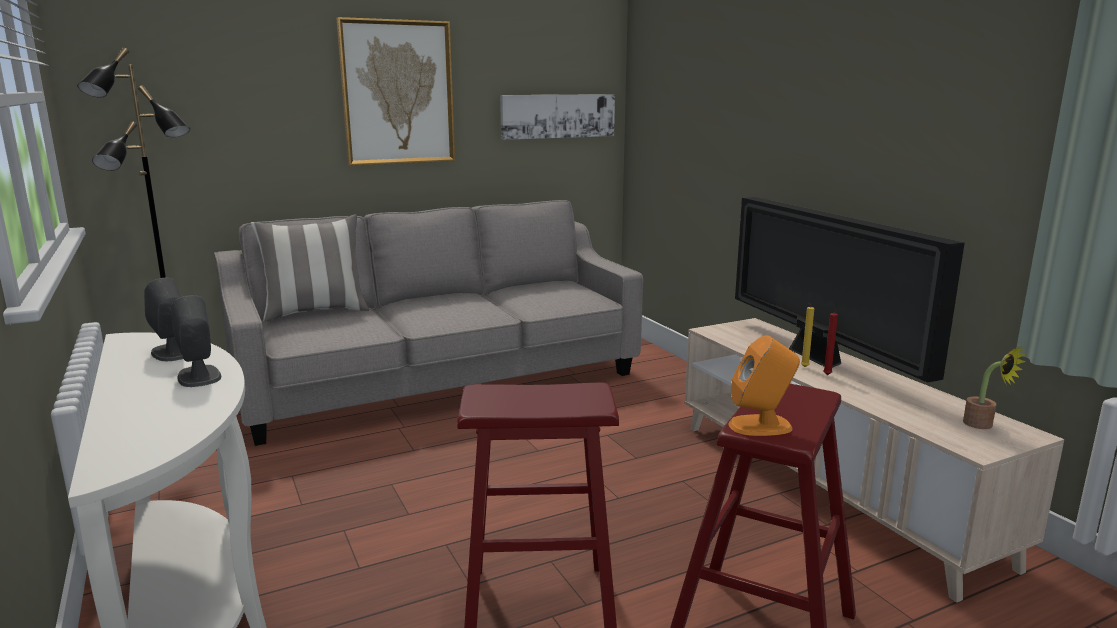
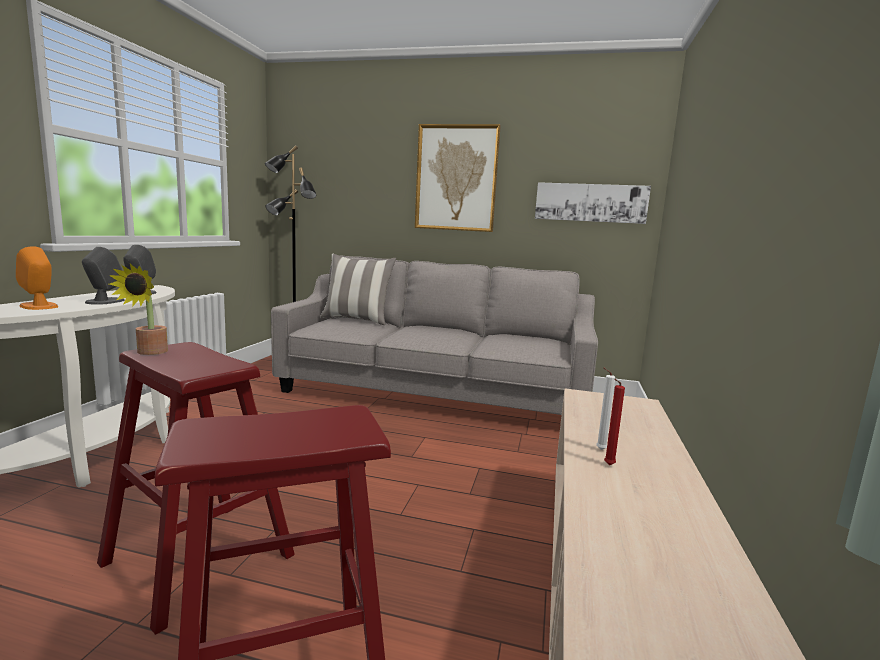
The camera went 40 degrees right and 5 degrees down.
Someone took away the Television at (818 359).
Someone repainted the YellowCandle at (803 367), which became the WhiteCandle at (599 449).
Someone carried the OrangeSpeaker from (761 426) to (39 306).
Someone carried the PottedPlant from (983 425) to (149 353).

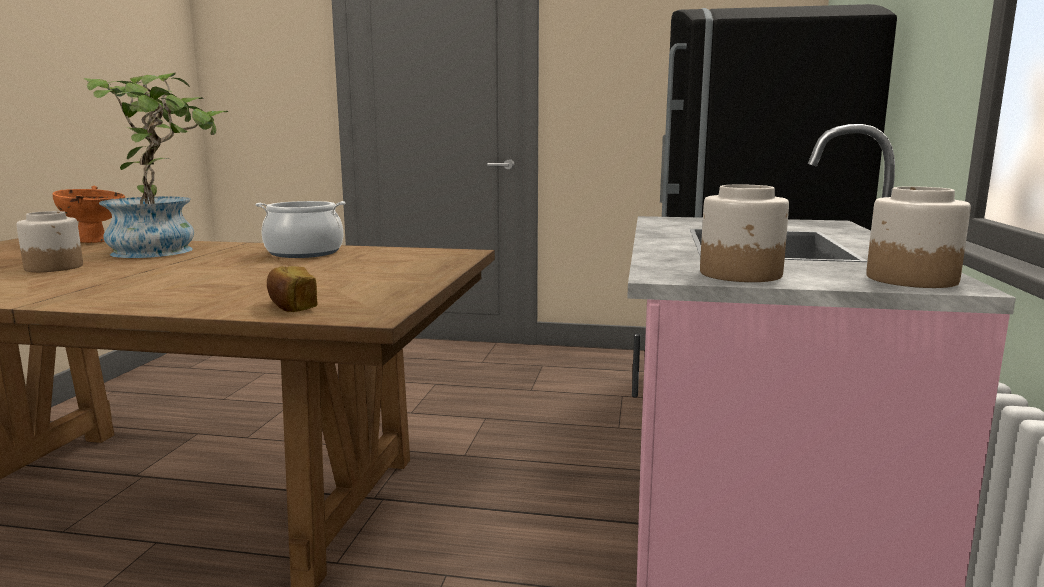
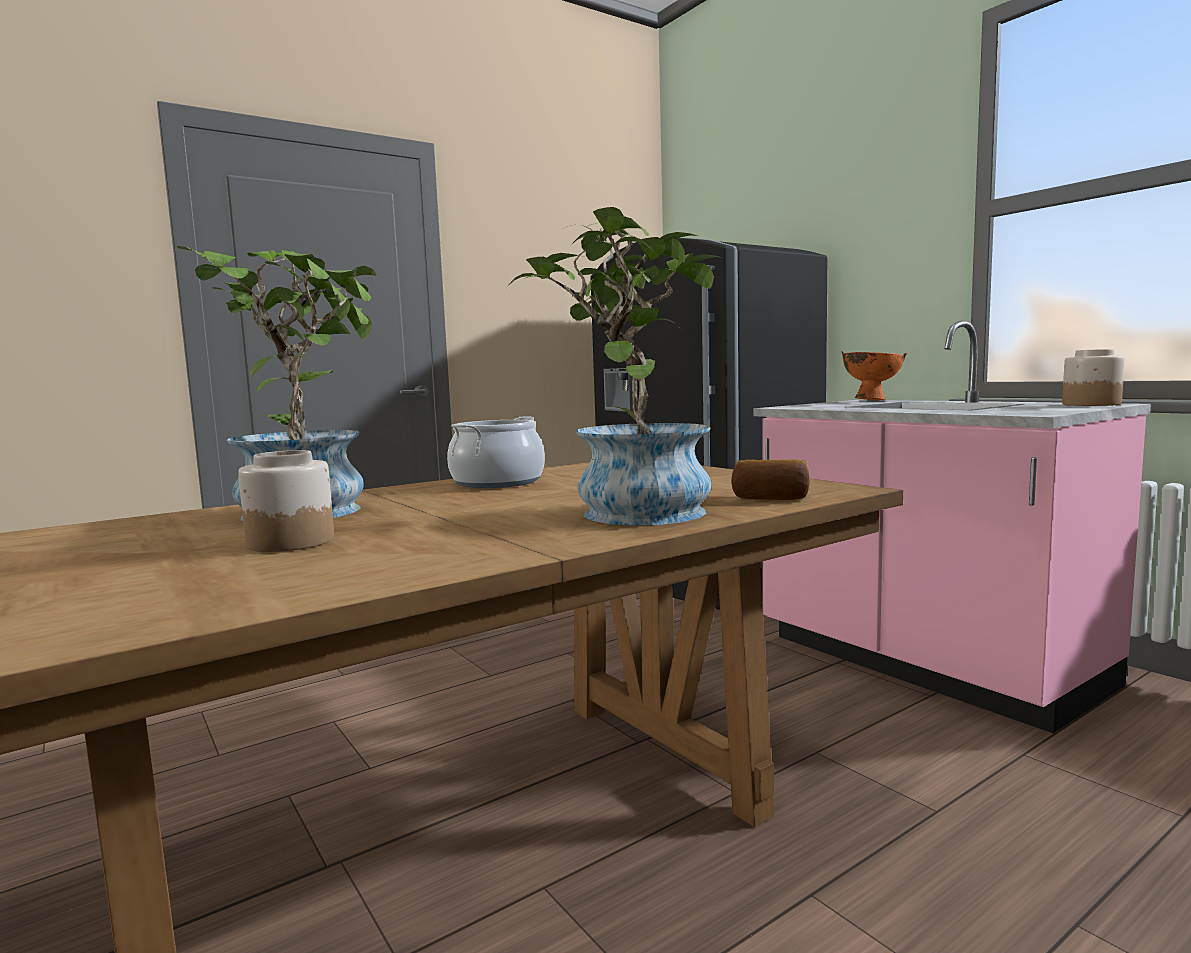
The camera went 45 degrees left and 5 degrees down.
Someone took away the Jar at (741 274).
Someone carried the OrangeBowl from (95 241) to (871 400).
Someone put down the PottedPlant at (630 510).

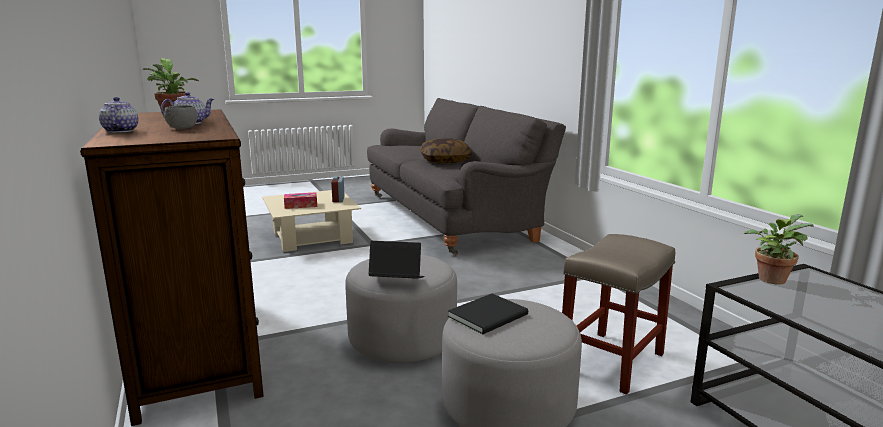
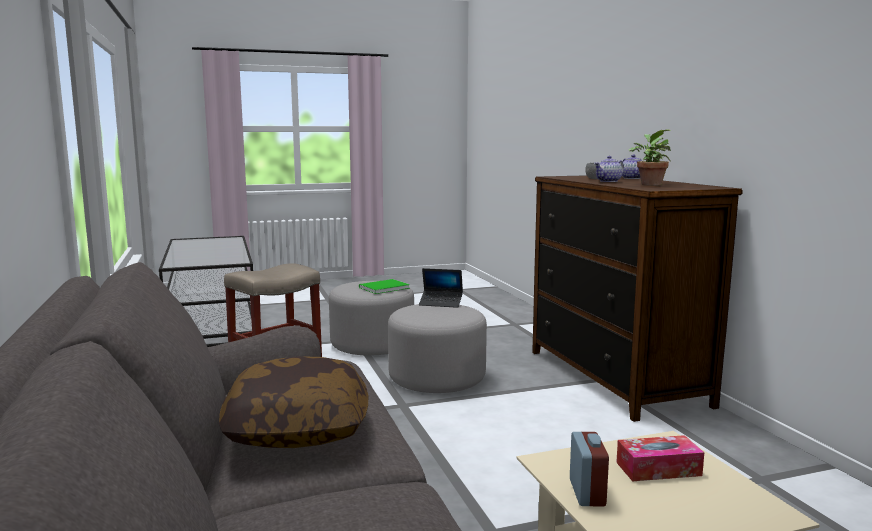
The camera went 175 degrees left and 5 degrees down.
Someone took away the PottedPlant at (772 278).
Someone repainted the BlackBook at (490 315), which became the GreenBook at (382 288).

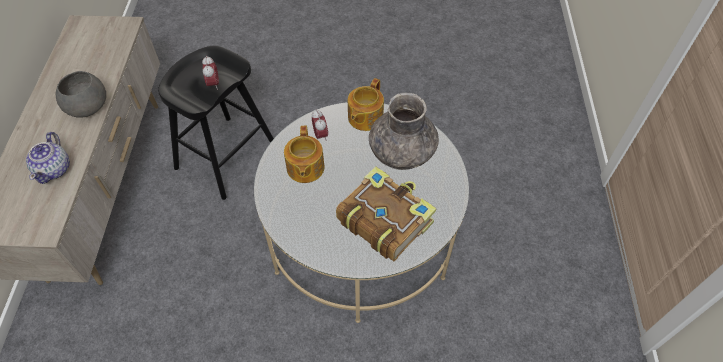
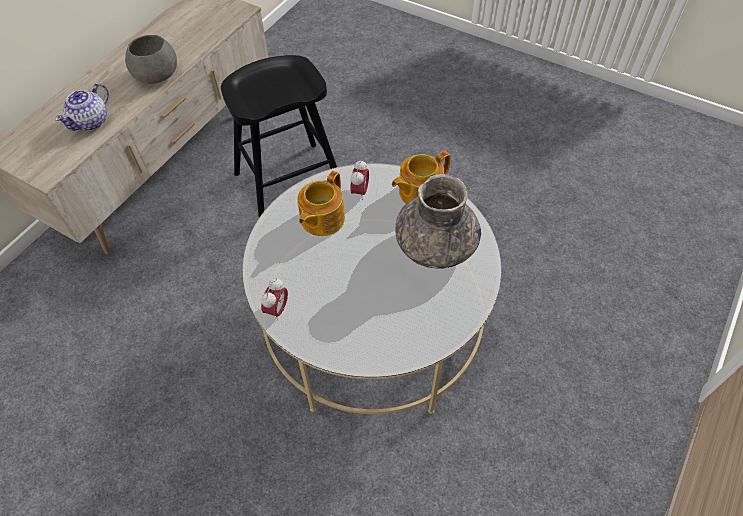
The camera went 30 degrees right and 0 degrees up.
Someone carried the AlarmClock from (213 84) to (277 309).
Someone took away the Book at (384 220).

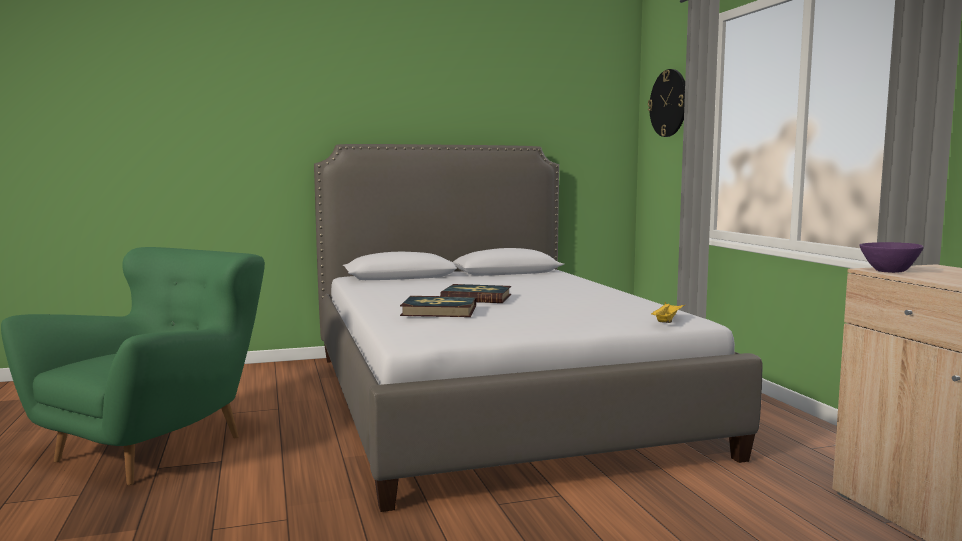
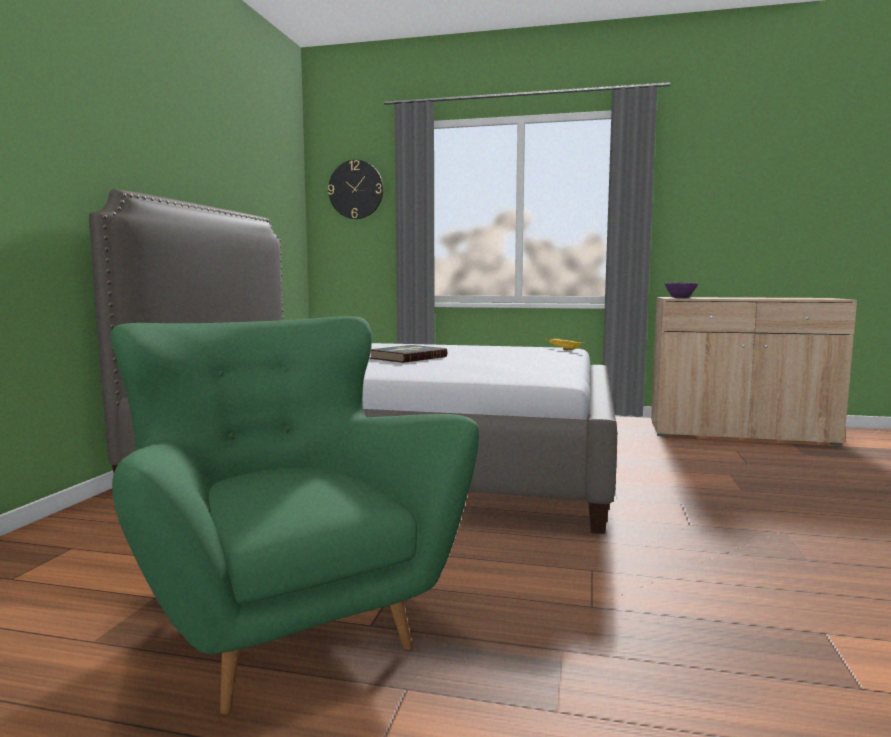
The camera went 60 degrees left and 0 degrees up.
Someone took away the Book at (439 311).

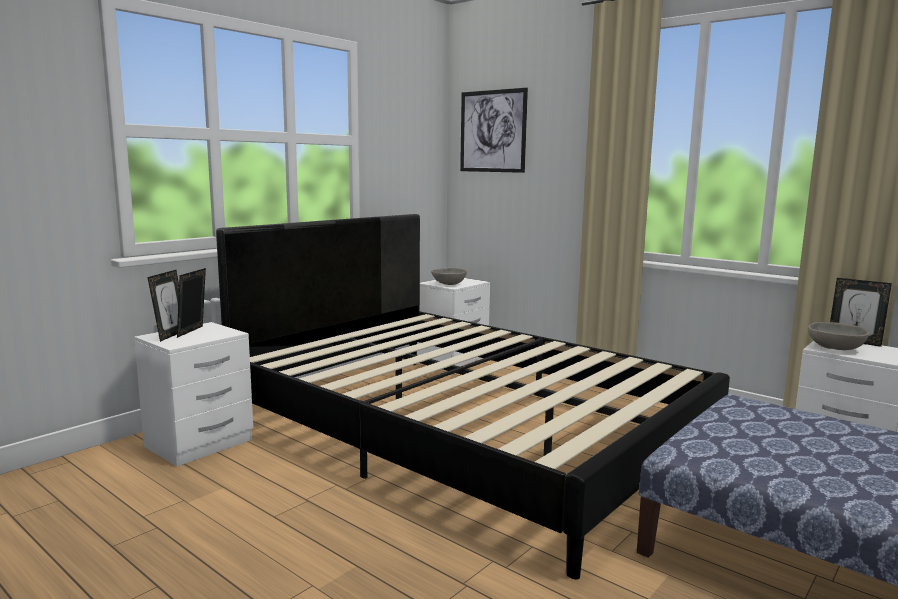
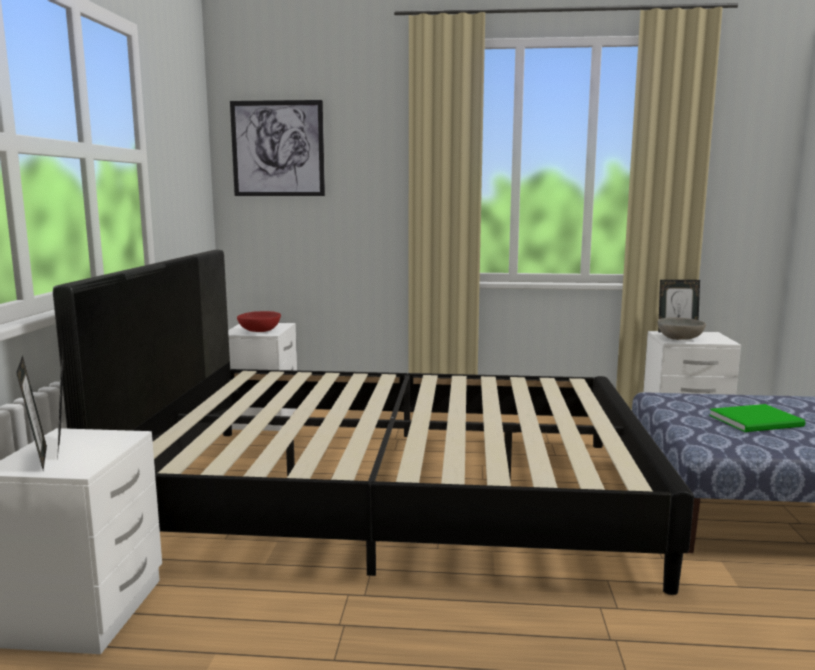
The camera went 35 degrees left and 0 degrees up.
Someone repainted the GreyBowl at (448 284), which became the RedBowl at (259 331).
Someone put down the GreenBook at (759 421).

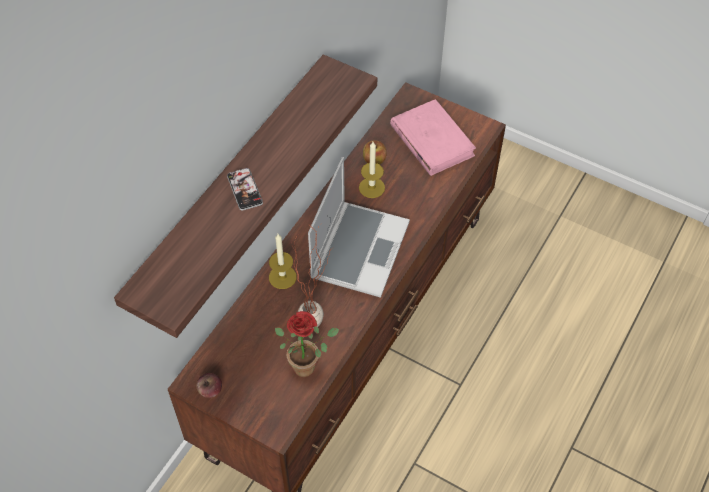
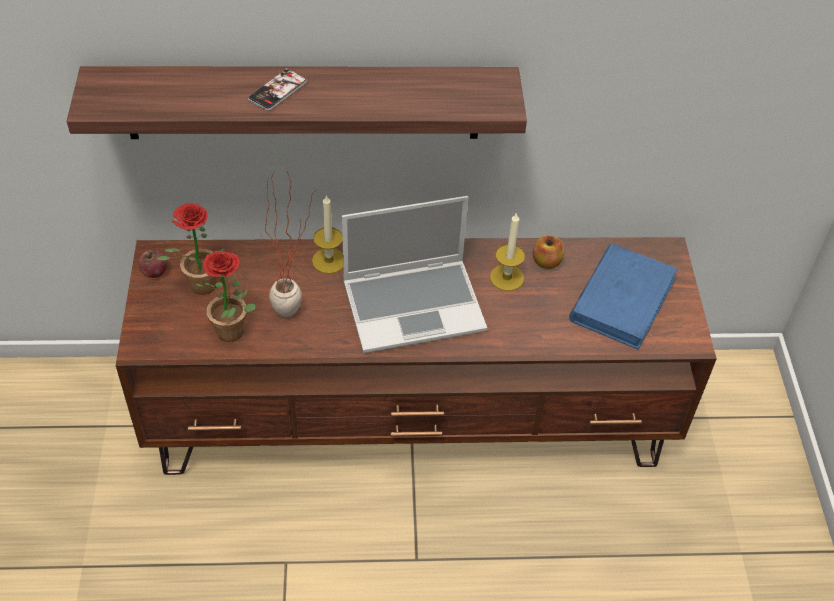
The camera went 55 degrees right and 5 degrees down.
Someone repainted the PinkBook at (431 140), which became the BlueBook at (622 299).
Someone put down the PottedPlant at (200 289).

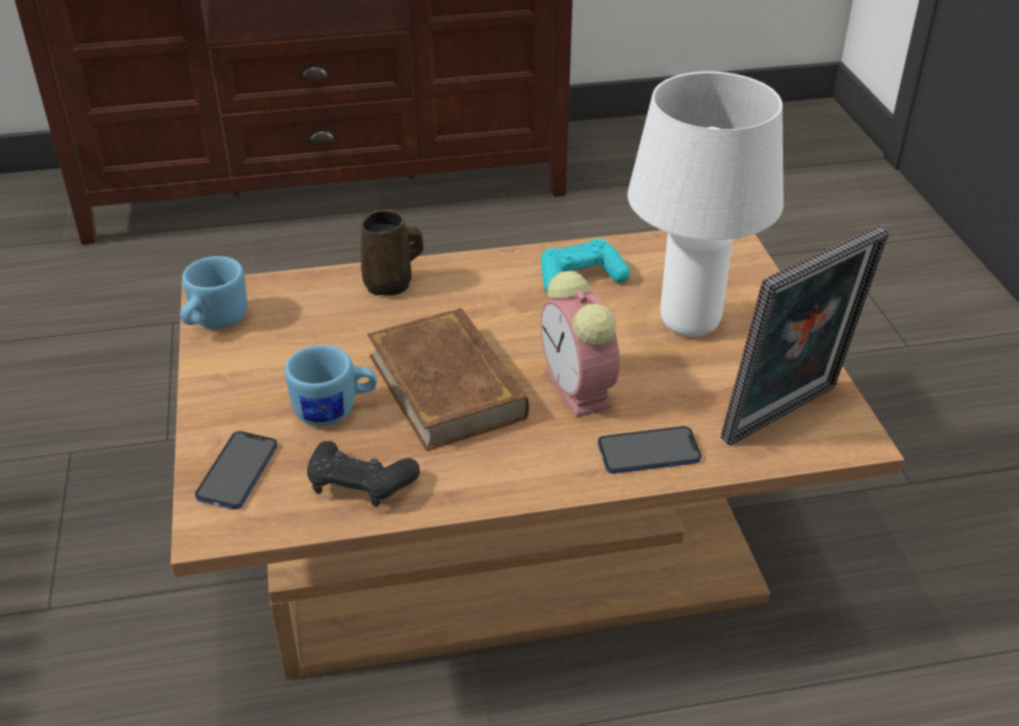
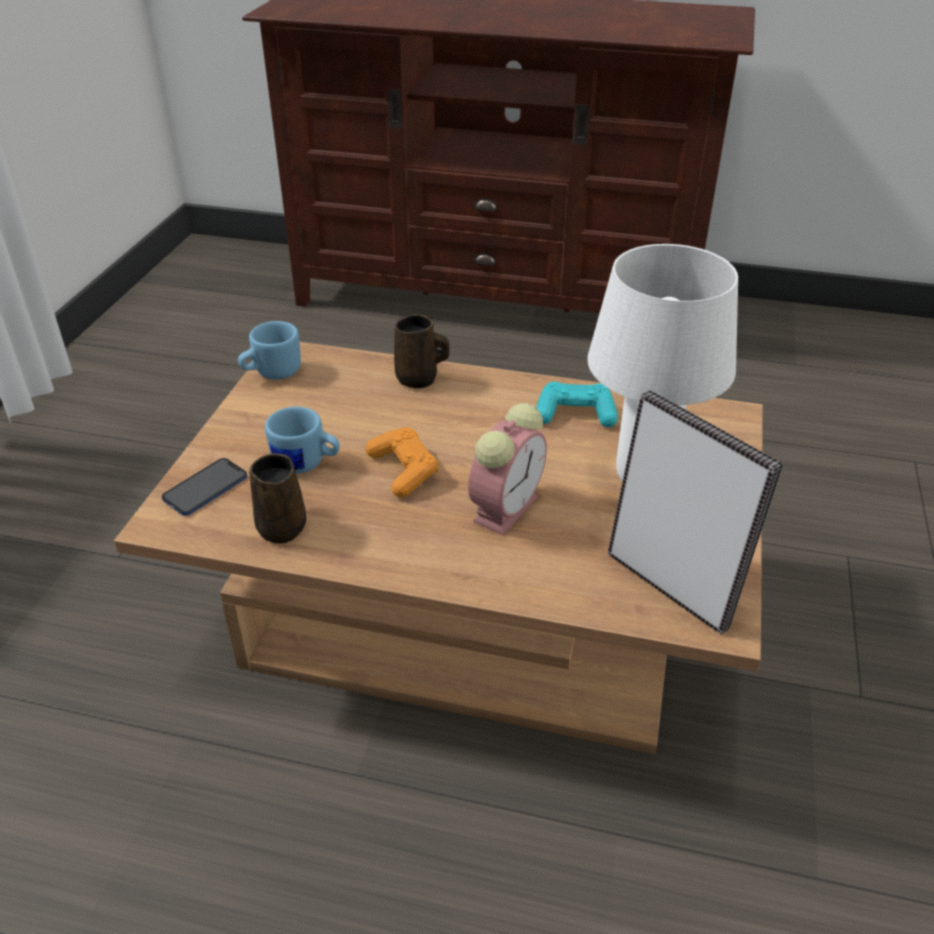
The camera went 25 degrees right and 0 degrees up.
Someone rotated the PictureFrame at (786 418) by 120 degrees counterclockwise.
Someone rotated the AlarmClock at (580 391) by 150 degrees counterclockwise.
Someone swapped the BrownBook at (447 385) for the OrangeGameController at (403 470).
Someone took away the Phone at (649 452).
Someone swapped the BlackGameController at (360 484) for the BrownMug at (282 526).

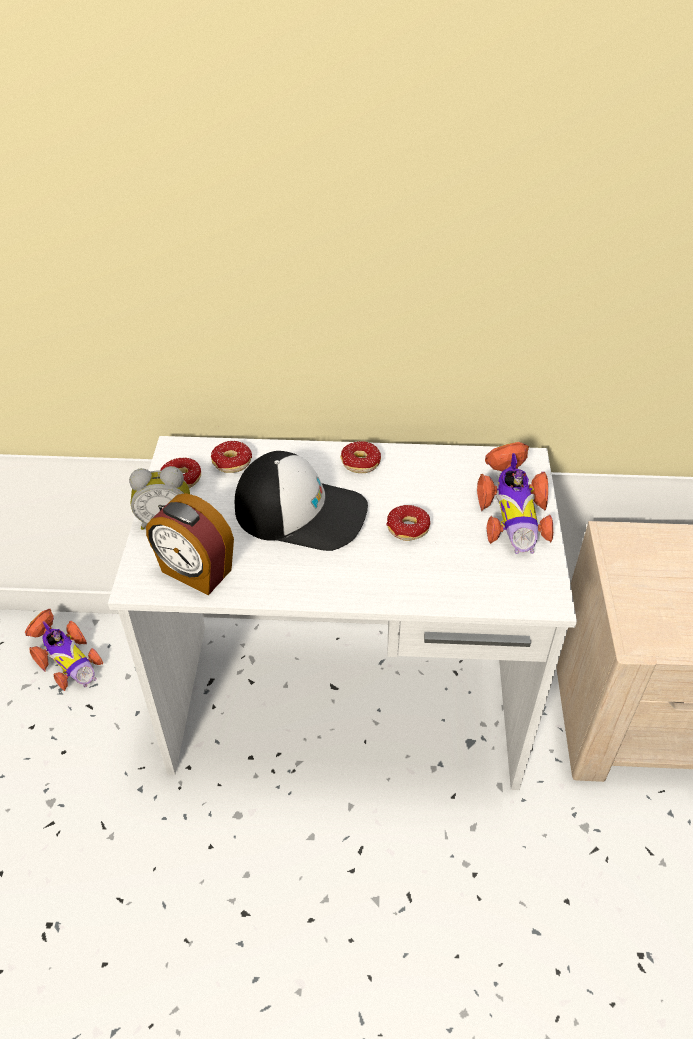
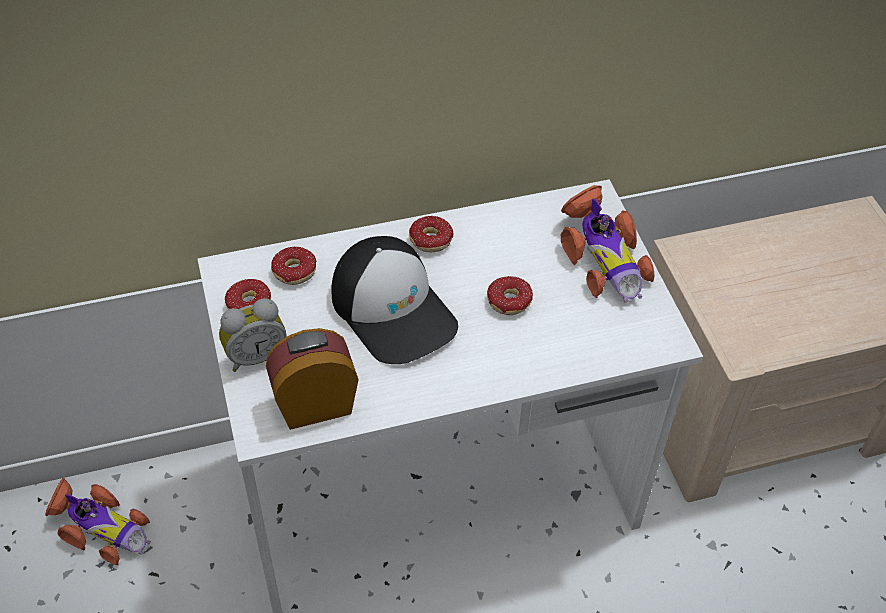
The camera went 20 degrees left and 5 degrees up.
Someone rotated the Cap at (301 511) by 60 degrees clockwise.
Someone rotated the AlarmClock at (195 572) by 150 degrees clockwise.

